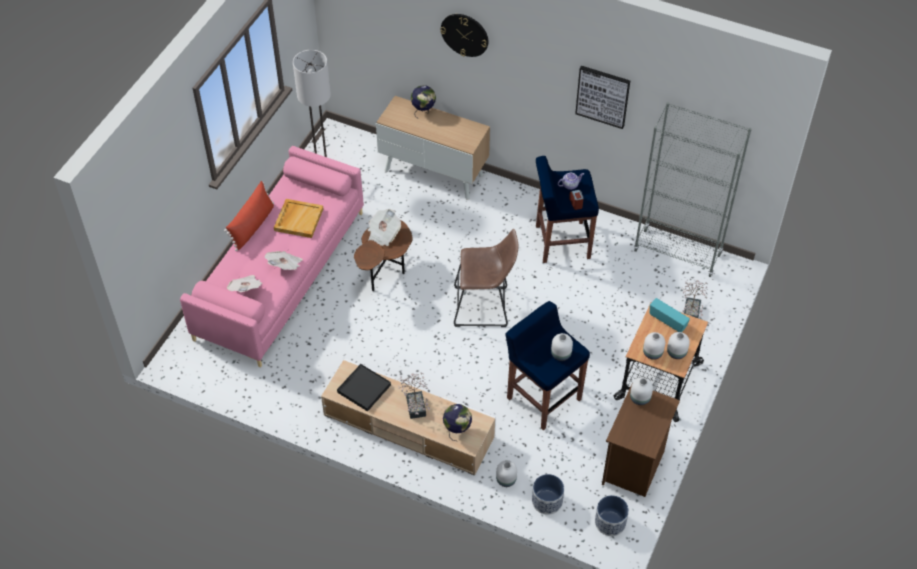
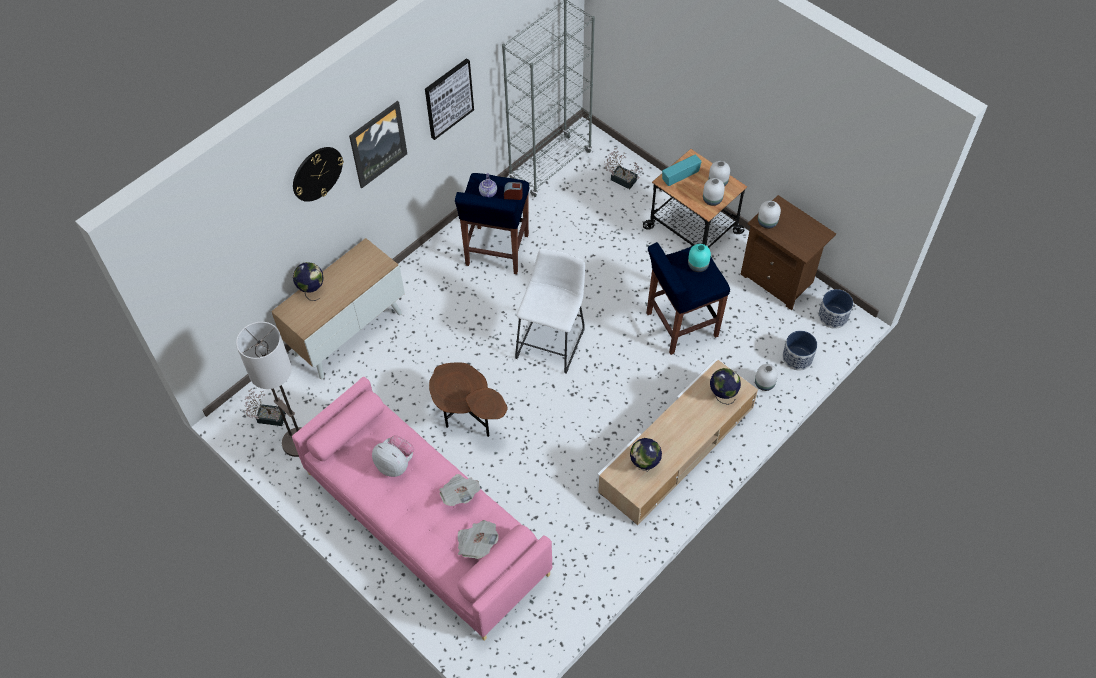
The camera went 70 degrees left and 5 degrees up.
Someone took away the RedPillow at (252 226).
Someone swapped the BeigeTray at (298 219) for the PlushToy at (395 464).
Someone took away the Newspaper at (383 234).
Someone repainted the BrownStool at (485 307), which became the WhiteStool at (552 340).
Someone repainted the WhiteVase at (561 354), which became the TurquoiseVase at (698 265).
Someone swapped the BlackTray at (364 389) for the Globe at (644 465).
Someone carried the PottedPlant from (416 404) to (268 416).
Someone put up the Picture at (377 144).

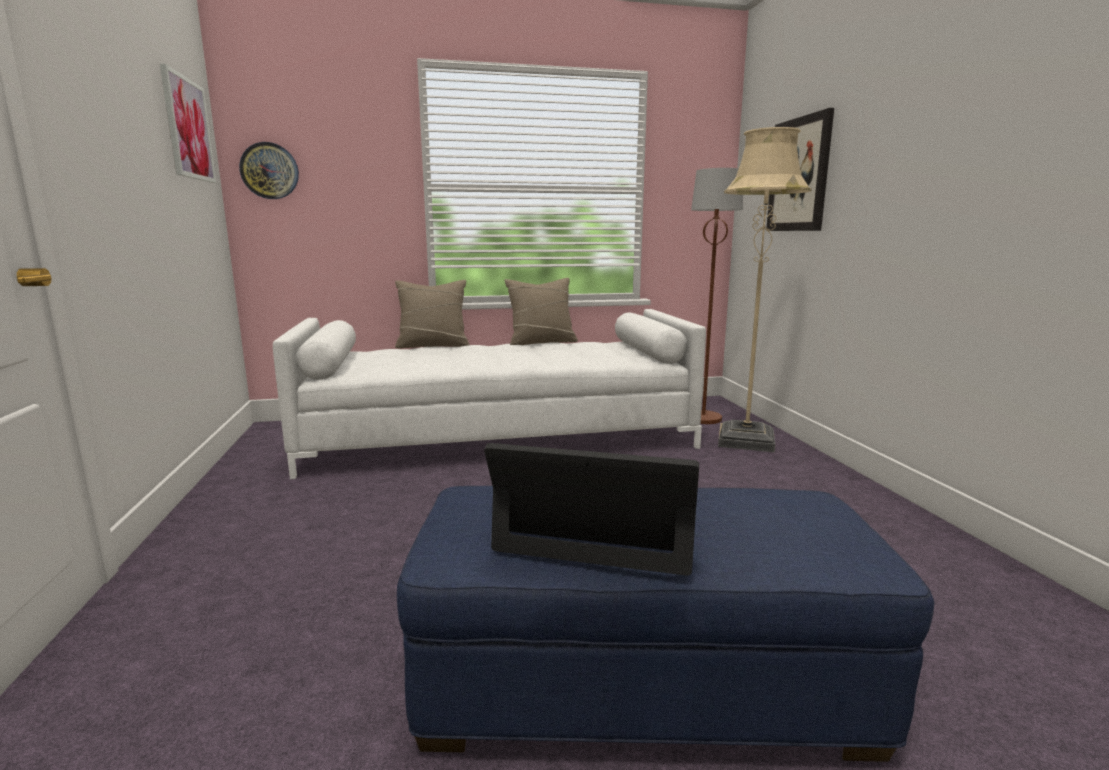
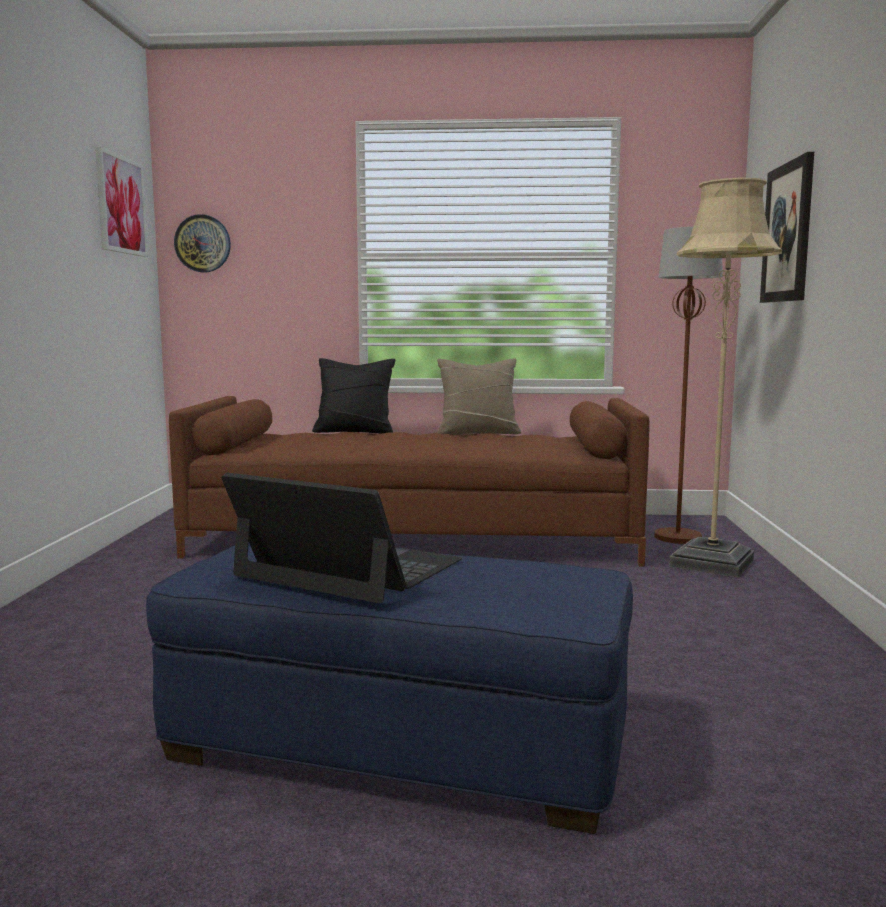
The camera went 15 degrees right and 5 degrees down.
Someone repainted the BeigePillow at (433 345), which became the BlackPillow at (354 431).
Someone repainted the WhiteSofa at (499 437), which became the BrownSofa at (414 539).

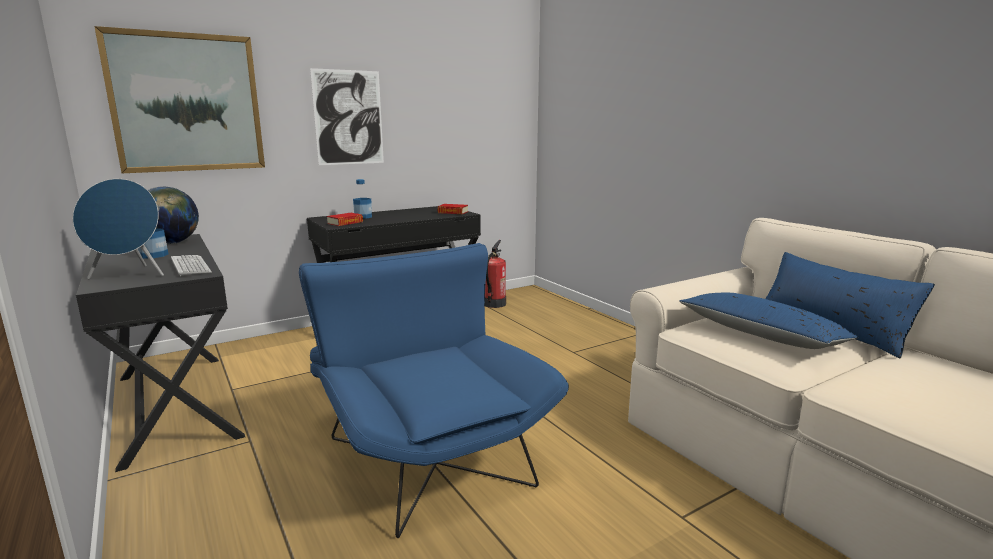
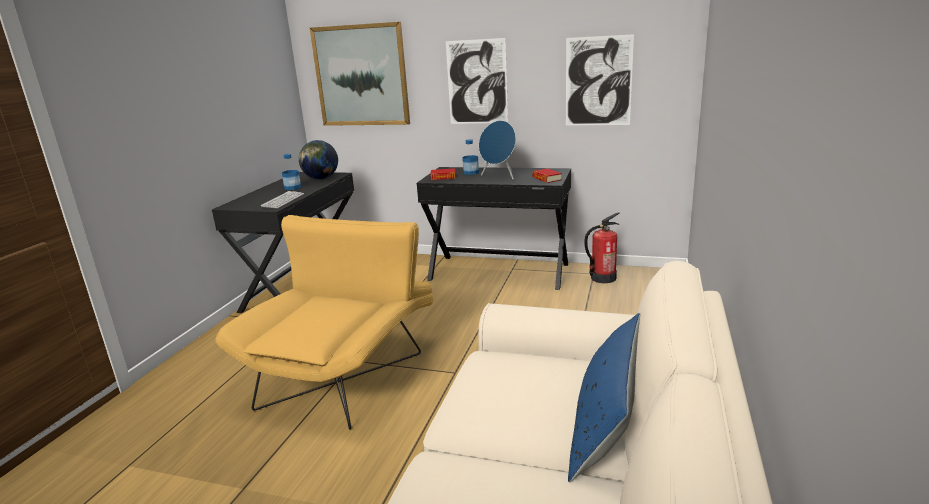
The camera went 50 degrees right and 5 degrees up.
Someone carried the BlueSpeaker from (130 275) to (499 176).
Someone repainted the BlueArmchair at (425 450), which became the YellowArmchair at (346 372).
Someone took away the BluePillow at (761 335).
Someone put up the Picture at (598 81).

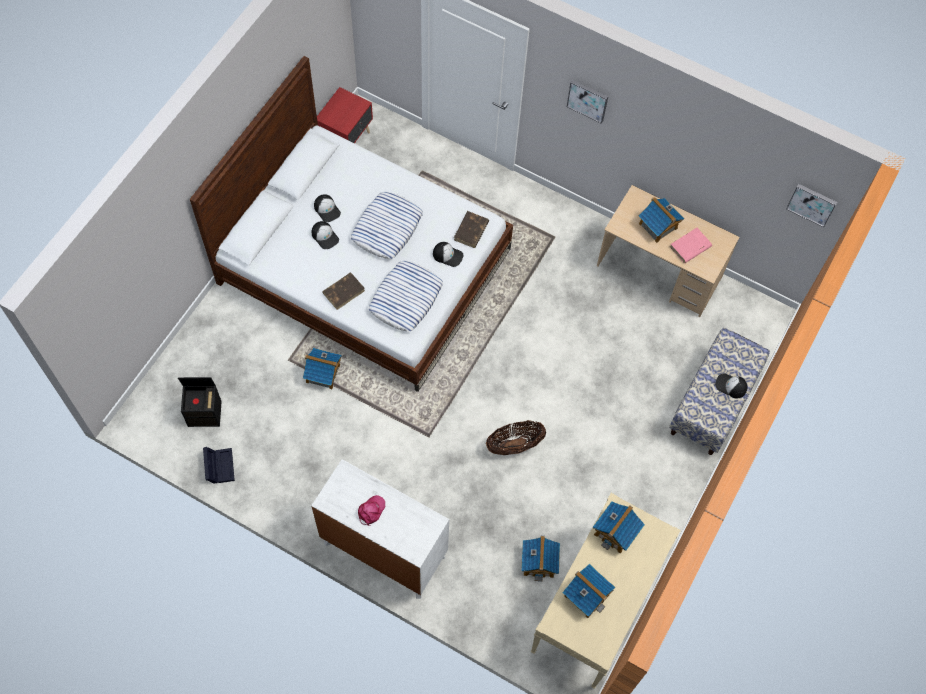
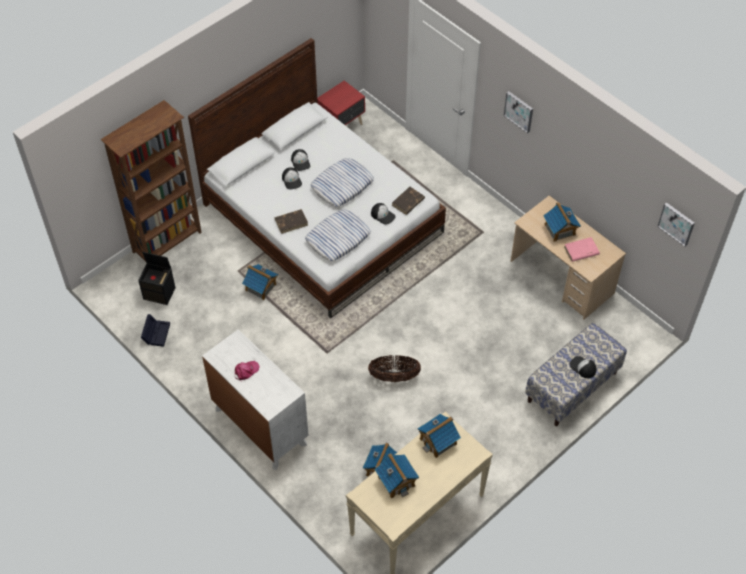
The camera went 20 degrees right and 10 degrees down.
Someone put down the BrownBookcase at (168 242).

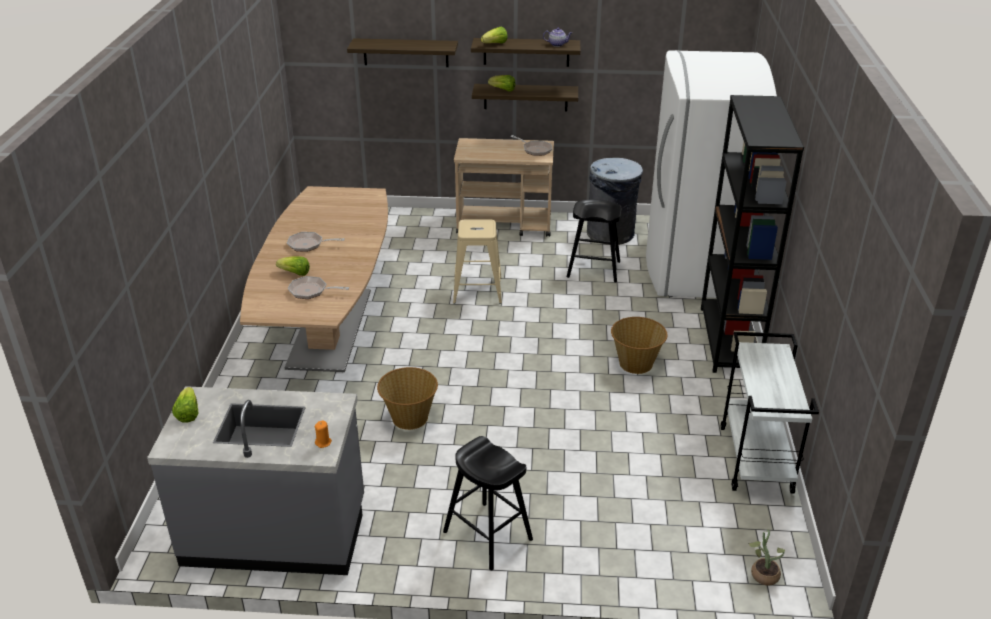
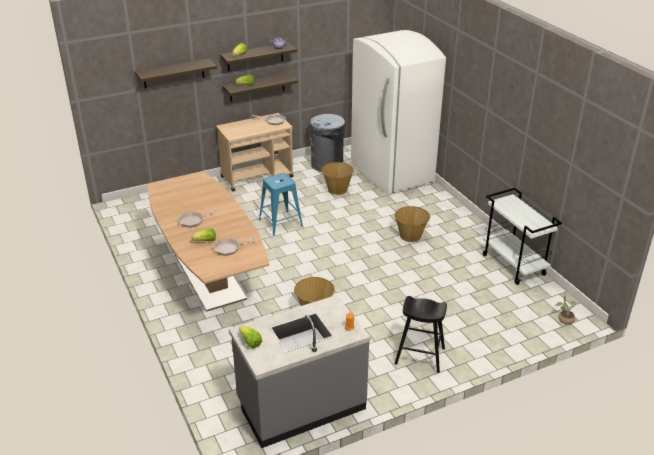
The camera went 30 degrees left and 0 degrees up.
Someone took away the BlackBookcase at (729 340).
Someone swapped the BlackStool at (593 269) for the Basket at (337 189).
Someone repainted the BeigeStool at (477 290), which became the BlueStool at (280 223).

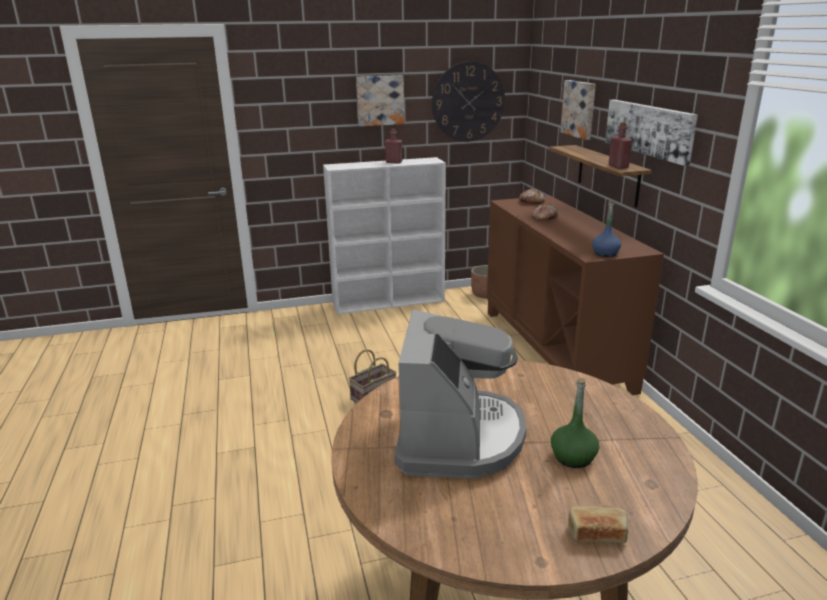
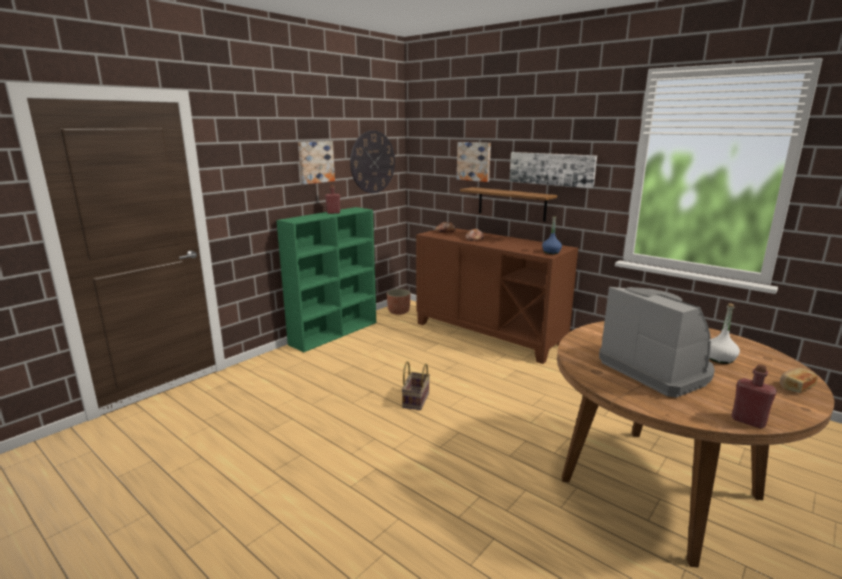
The camera went 35 degrees left and 5 degrees down.
Someone carried the RedBottle from (618 167) to (748 421).
Someone repainted the WhiteBookcase at (389 301), which became the GreenBookcase at (335 333).
Someone repainted the GreenBottle at (573 457), which became the WhiteBottle at (719 359).

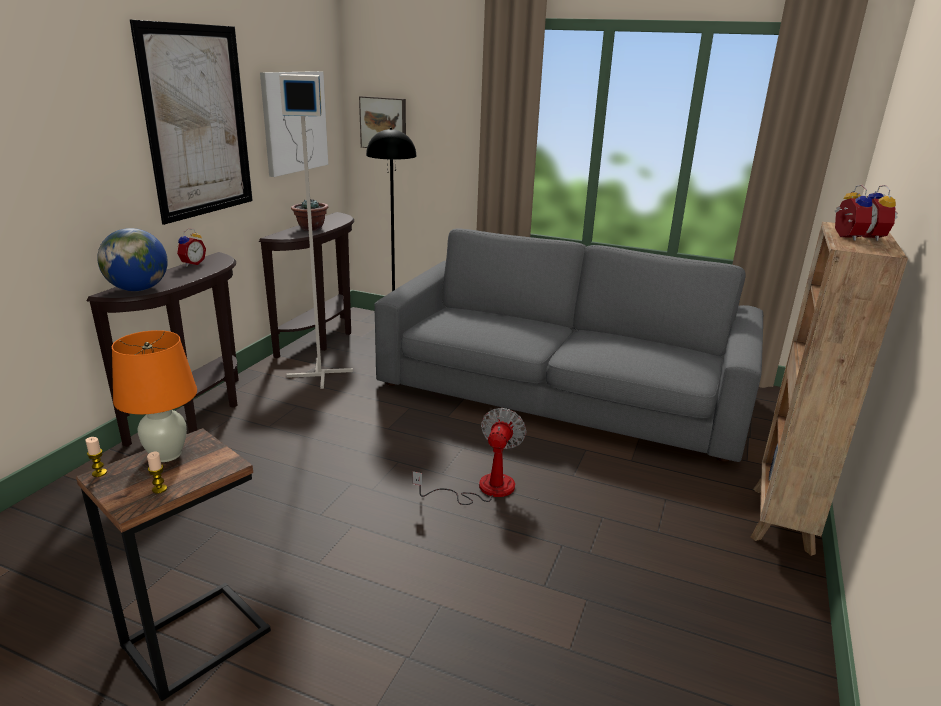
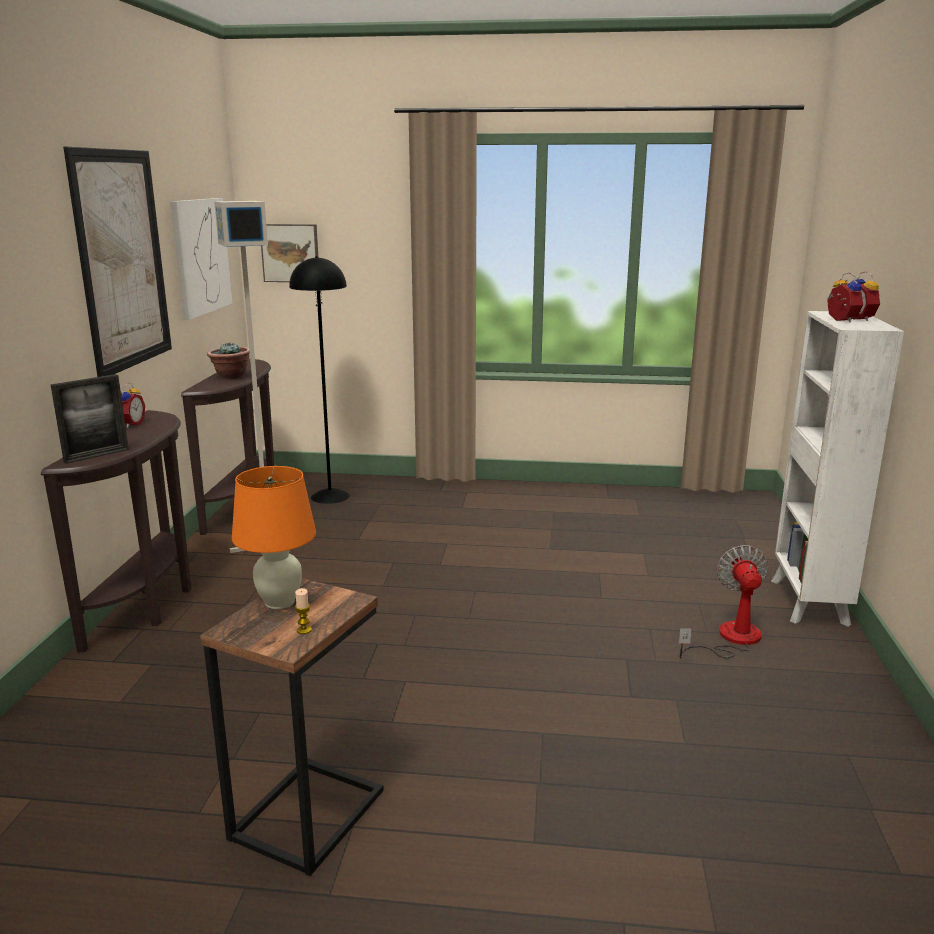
The camera went 15 degrees left and 5 degrees down.
Someone repainted the BrownBookcase at (781 520), which became the WhiteBookcase at (809 603).
Someone swapped the Globe at (138 289) for the PictureFrame at (96 455).
Someone took away the GreySofa at (561 389).
Someone carried the Fan from (483 488) to (730 639).
Someone took away the Candle at (99 473).

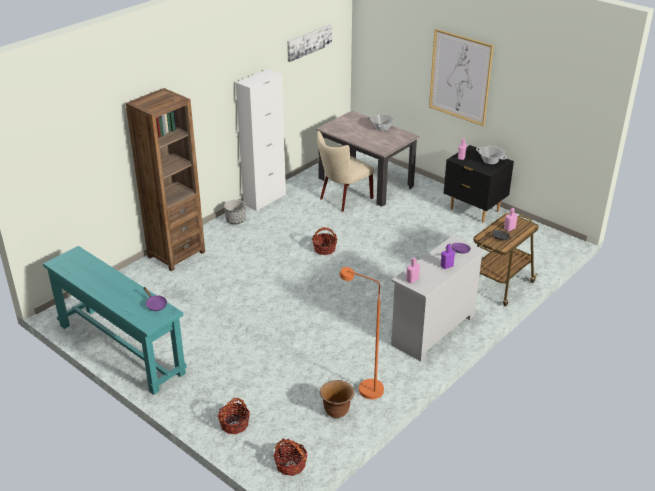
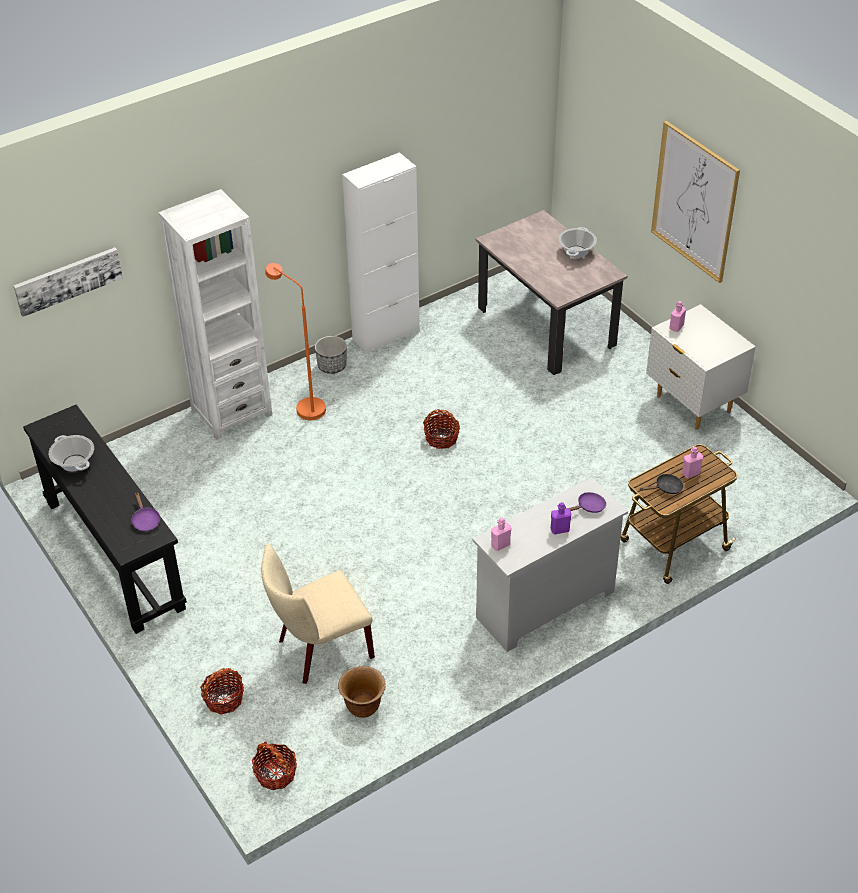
The camera went 15 degrees right and 10 degrees up.
Someone carried the Picture from (309 42) to (68 280).
Someone repainted the BrownBookcase at (176 254), which became the WhiteBookcase at (231 412).
Someone carried the BeigeChair from (343 199) to (319 650).
Someone repainted the BlackNightstand at (474 210), which became the WhiteNightstand at (692 404).
Someone carried the CookingPot from (490 161) to (74 463).
Someone repainted the TurquoiseConsoleTable at (121 348), which became the BlackConsoleTable at (114 554).
Someone carried the OrangeFloorLamp from (364 388) to (304 407).

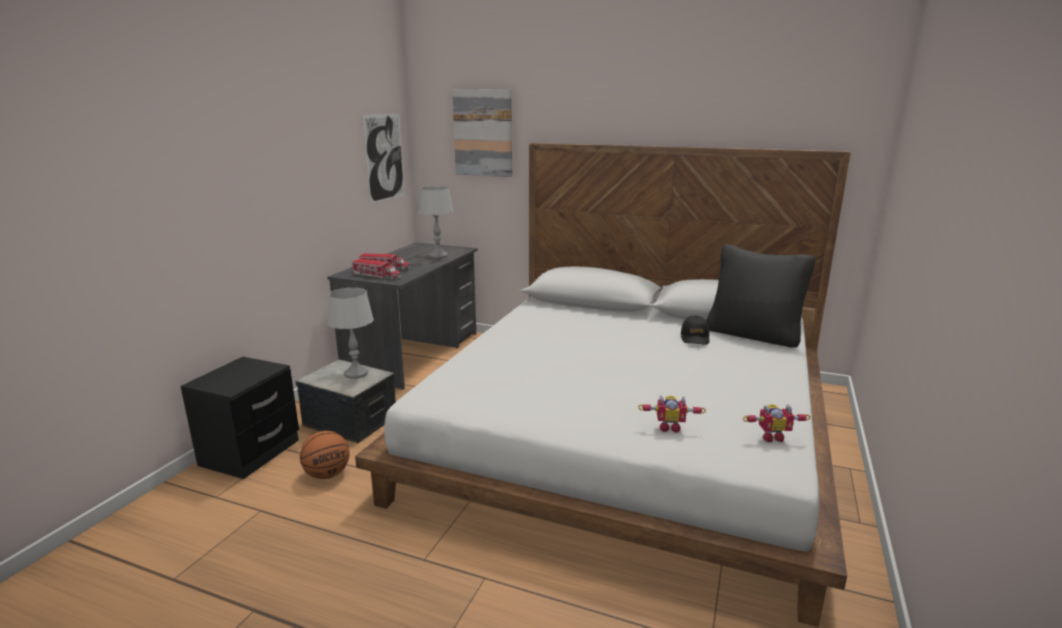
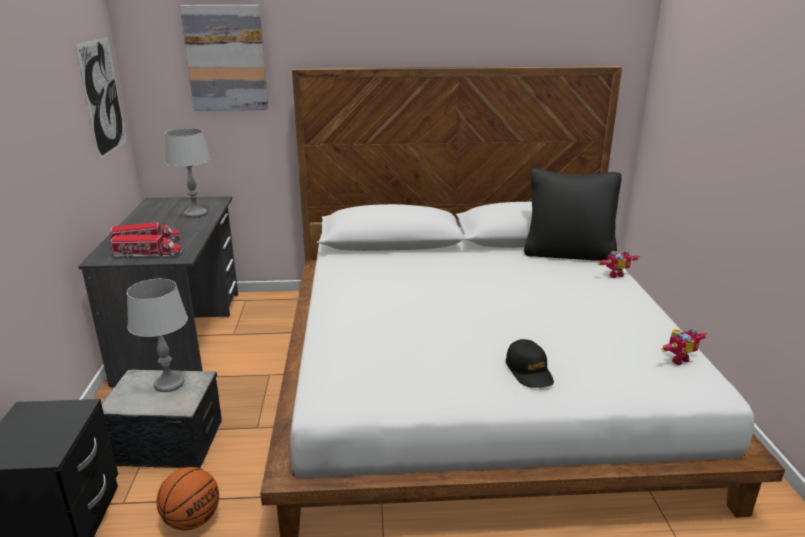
The camera went 25 degrees left and 5 degrees up.
Someone carried the BlackCap from (695 337) to (529 371).
Someone carried the ToyRobot from (669 427) to (614 274).

